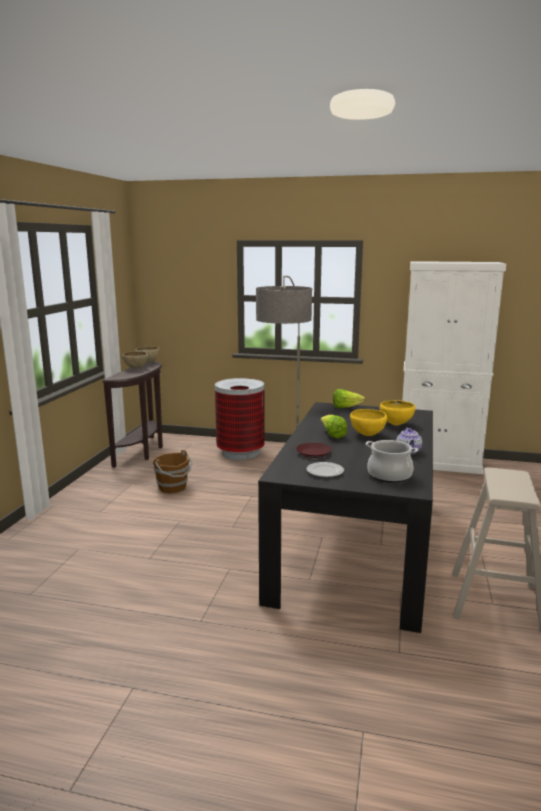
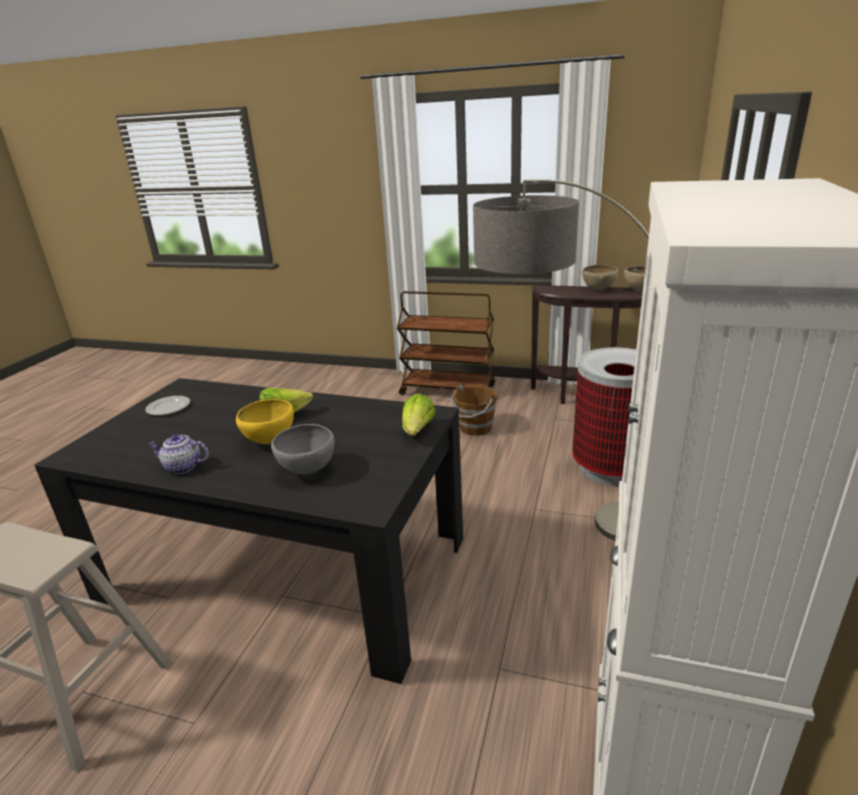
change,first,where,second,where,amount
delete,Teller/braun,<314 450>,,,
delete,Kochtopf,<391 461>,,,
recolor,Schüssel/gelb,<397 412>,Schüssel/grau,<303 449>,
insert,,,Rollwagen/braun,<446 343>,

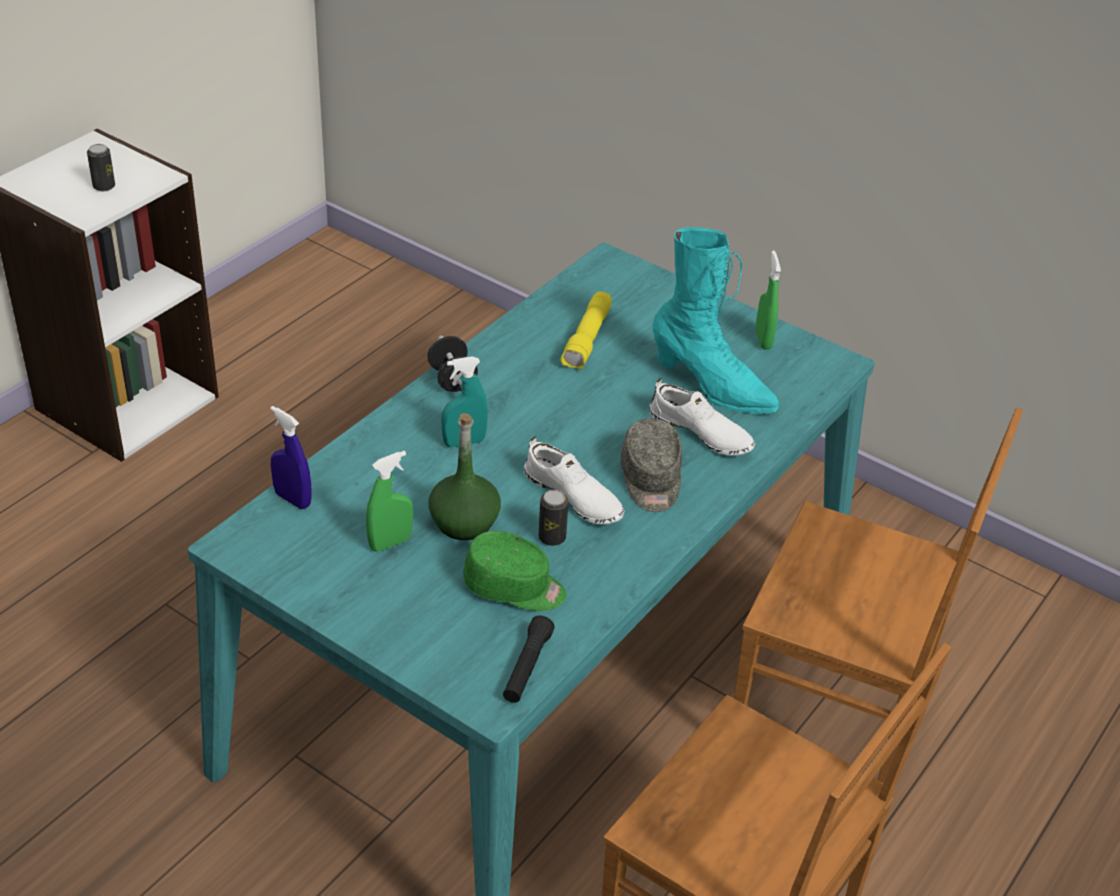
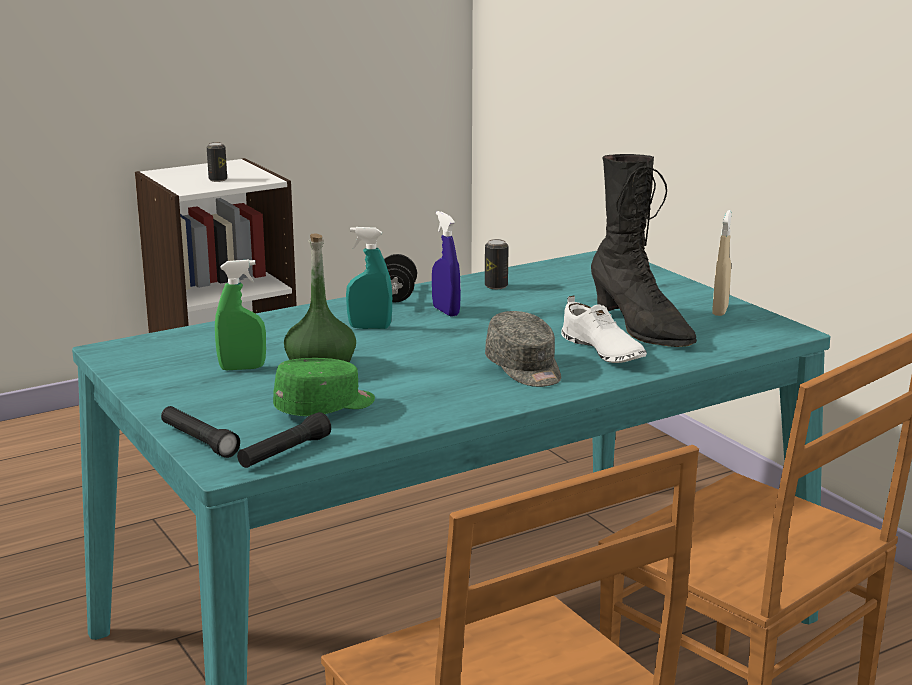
change,first,where,second,where,amount
move,Sprühflasche/blau,<291 457>,,<446 264>,
rotate,Kappe/grün,<514 571>,,<324 387>,75 degrees counterclockwise
delete,Schuh/weiß,<574 480>,,,
move,Dose,<553 518>,,<497 264>,
delete,Taschenlampe/gelb,<586 330>,,,
rotate,Kappe/grau,<651 465>,,<523 349>,45 degrees counterclockwise
recolor,Stiefel/türkis,<715 320>,Stiefel/schwarz,<644 250>,
recolor,Sprühflasche/grün,<768 300>,Sprühflasche/beige,<722 263>,
insert,,,Taschenlampe/schwarz,<200 432>,

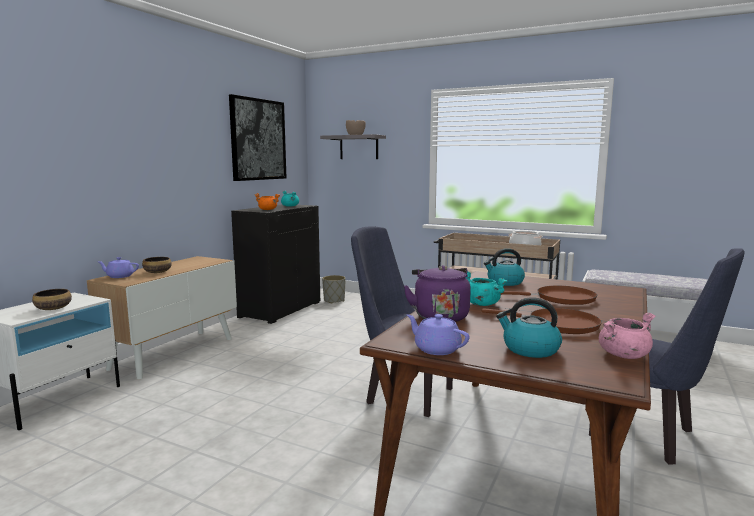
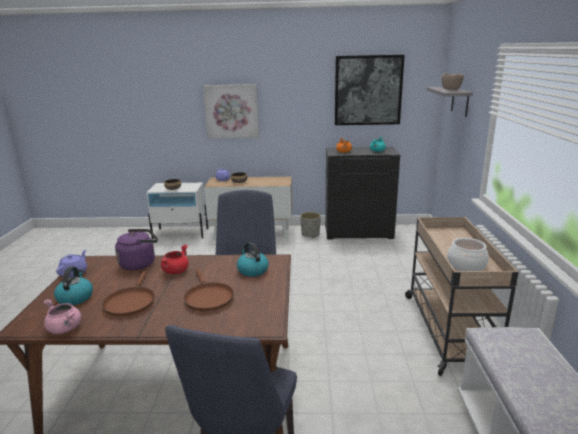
change,first,where,second,where,amount
move,Pflanzkübel/grau,<334 289>,,<310 225>,
recolor,Kochtopf/türkis,<486 288>,Kochtopf/rot,<175 259>,
insert,,,Bild,<231 111>,

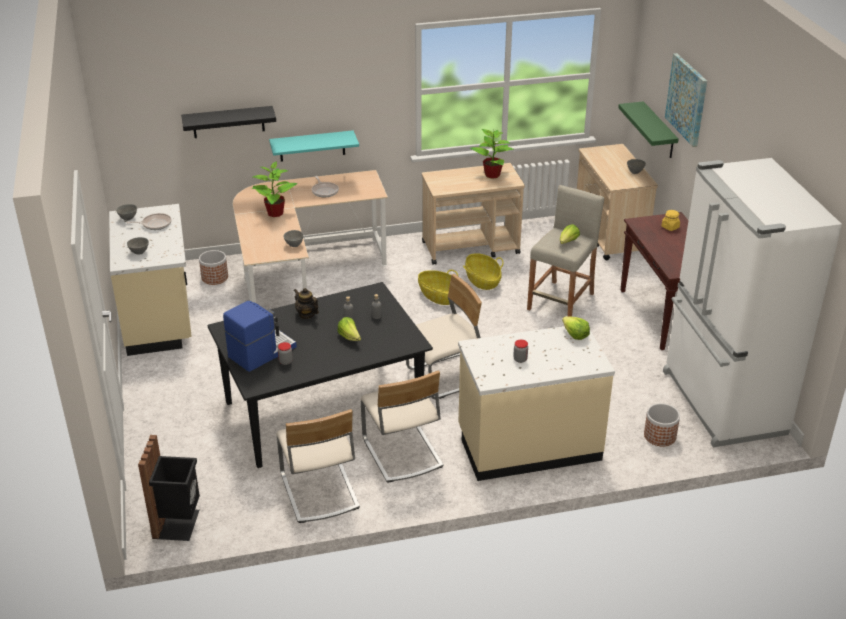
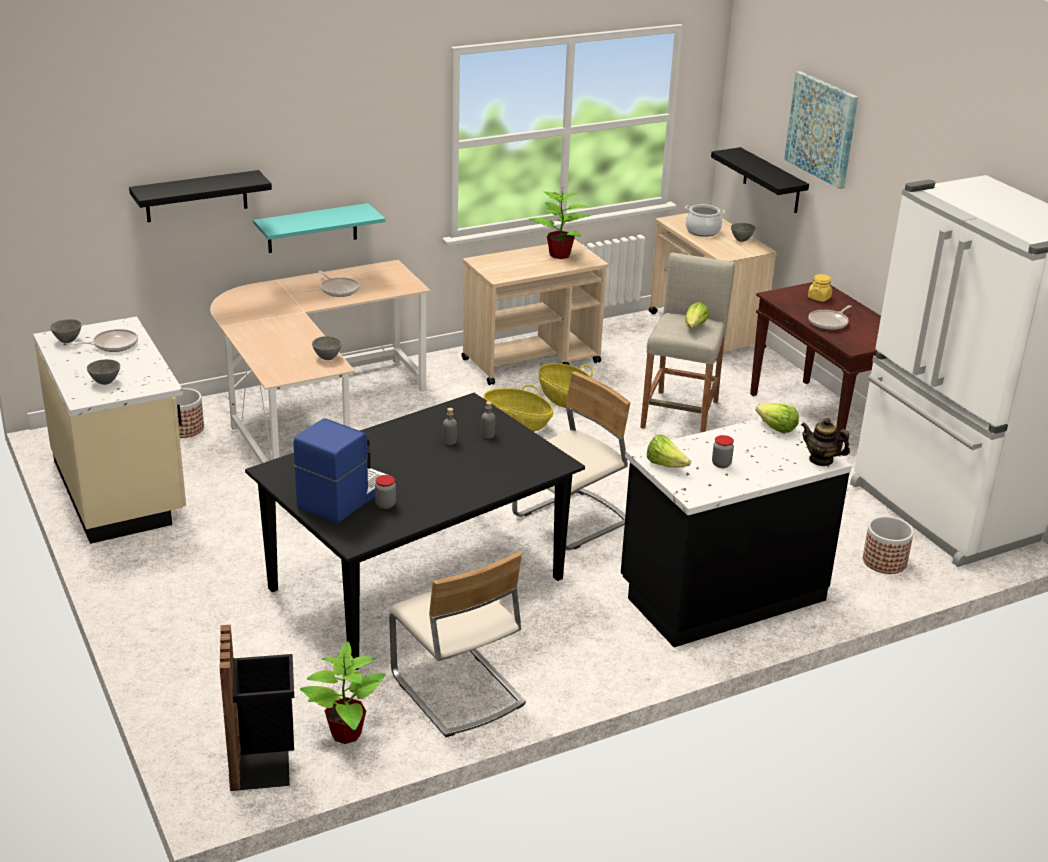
change,first,where,second,where,amount
move,Topfpflanze,<275 189>,,<343 692>,
move,Teekanne,<306 303>,,<825 442>,
move,Salatkopf,<349 329>,,<669 451>,
delete,Stuhl/beige,<402 426>,,,
recolor,Küchenzeile/beige,<536 403>,Küchenzeile/schwarz,<736 532>,
recolor,Wandregal/grün,<648 129>,Wandregal/schwarz,<760 180>,
insert,,,Kochtopf,<705 220>,
insert,,,Pfanne,<830 317>,

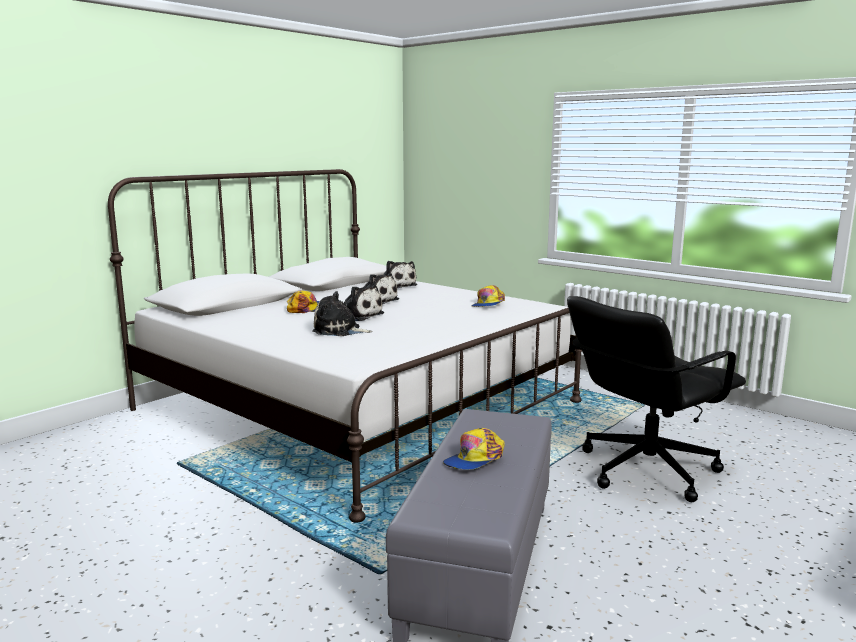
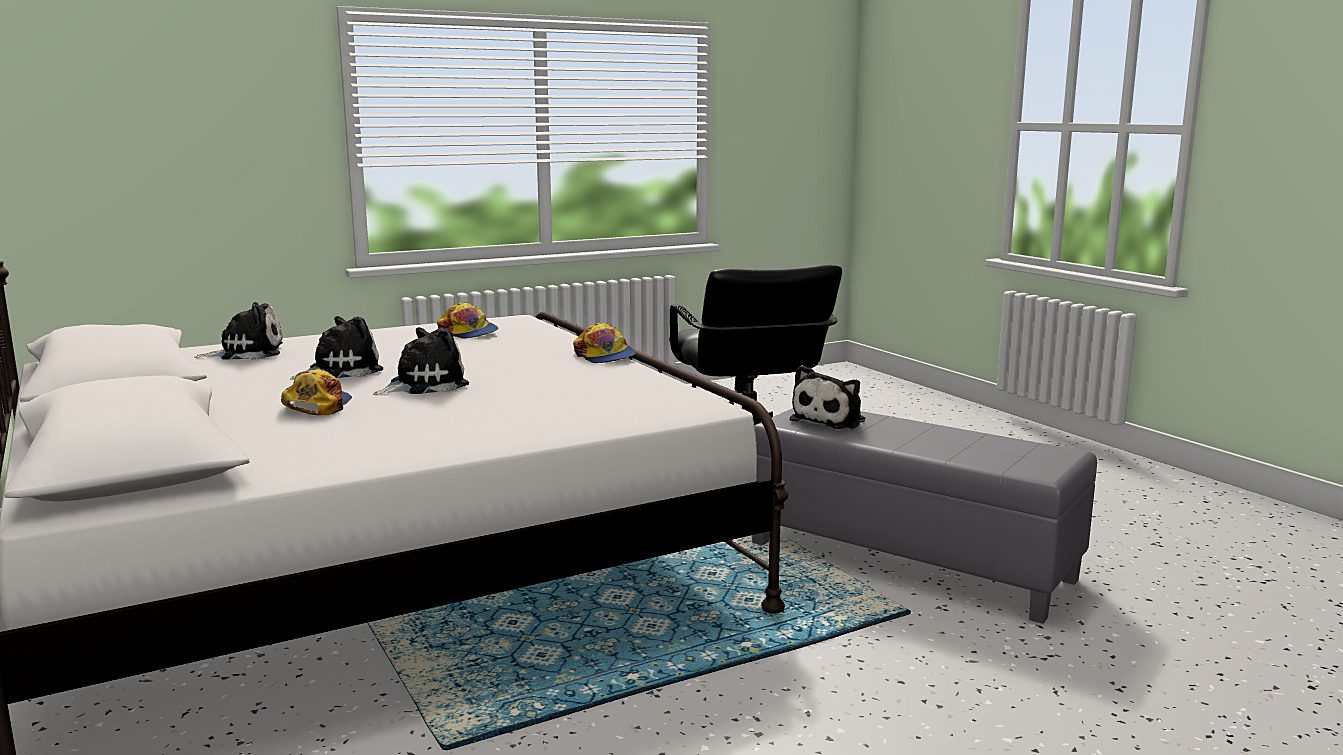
change,first,where,second,where,amount
move,Plüschtier,<342 313>,,<827 397>,
move,Kappe,<474 449>,,<604 343>,

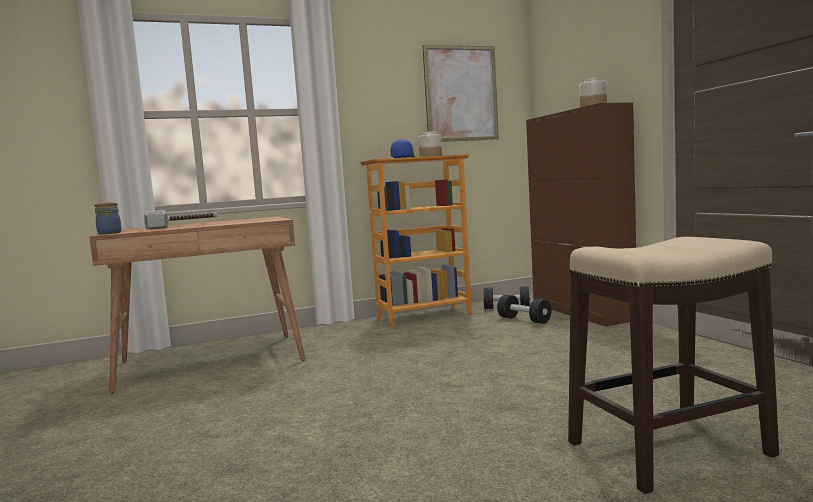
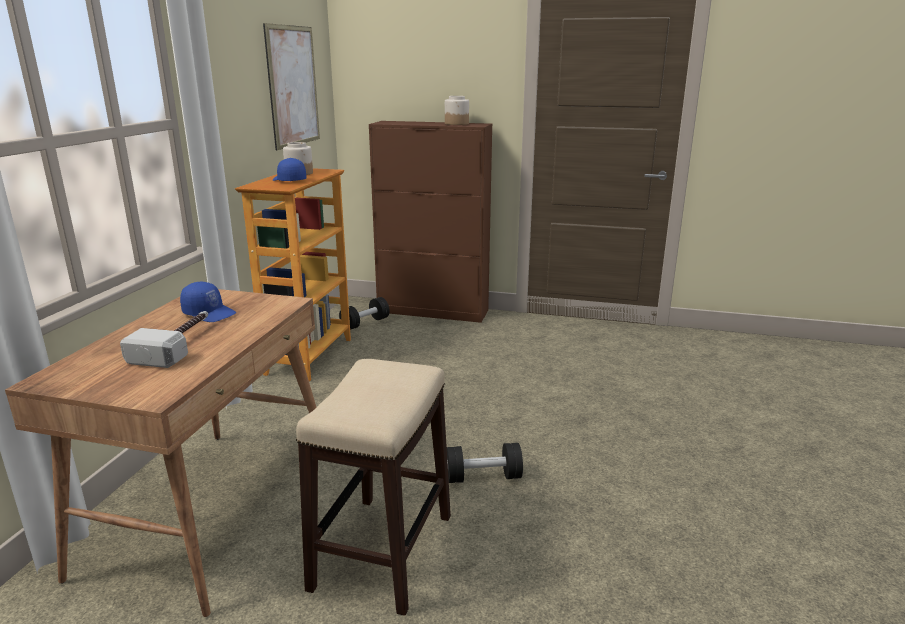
change,first,where,second,where,amount
delete,Vorratsglas,<107 218>,,,
move,Hantel/schwarz,<524 309>,,<485 463>,
move,Hocker,<673 365>,,<373 487>,
insert,,,Kappe/blau,<208 302>,

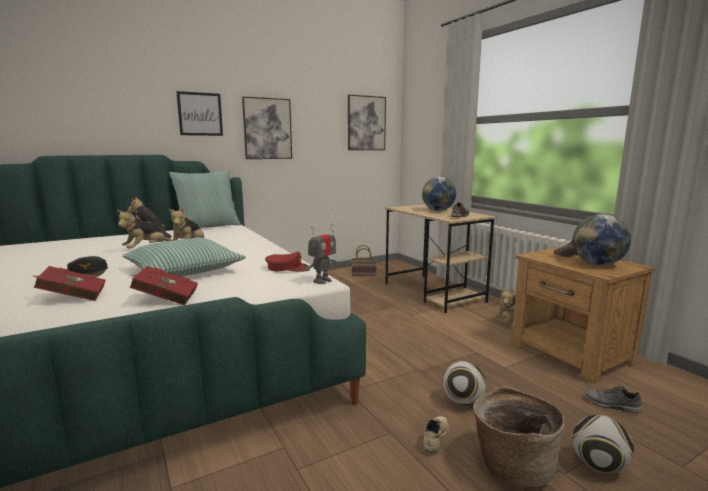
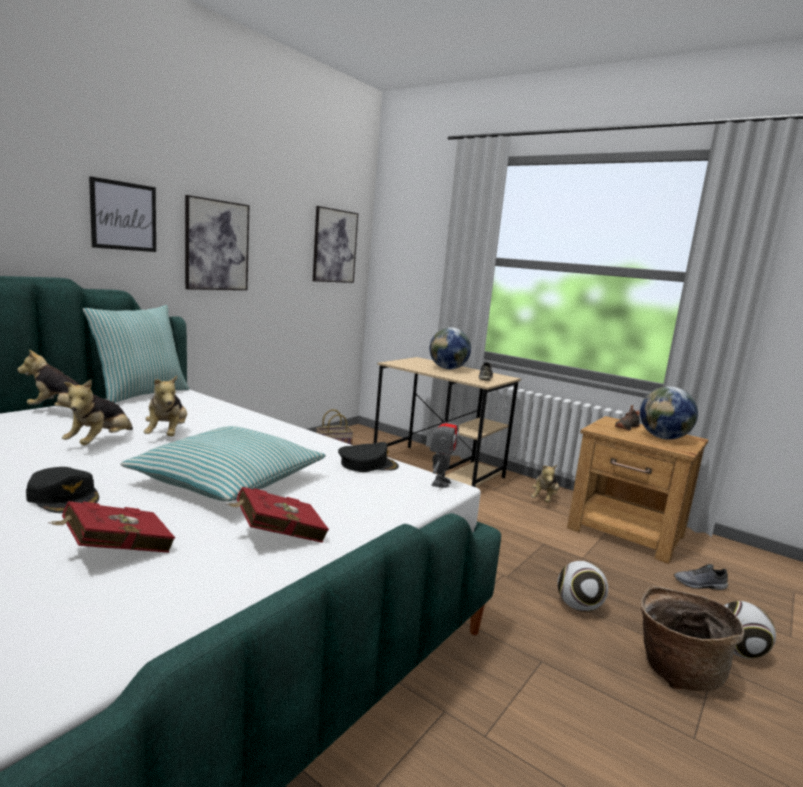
change,first,where,second,where,amount
recolor,Kappe/rot,<287 262>,Kappe/schwarz,<368 457>,
delete,Schuh/beige,<435 434>,,,

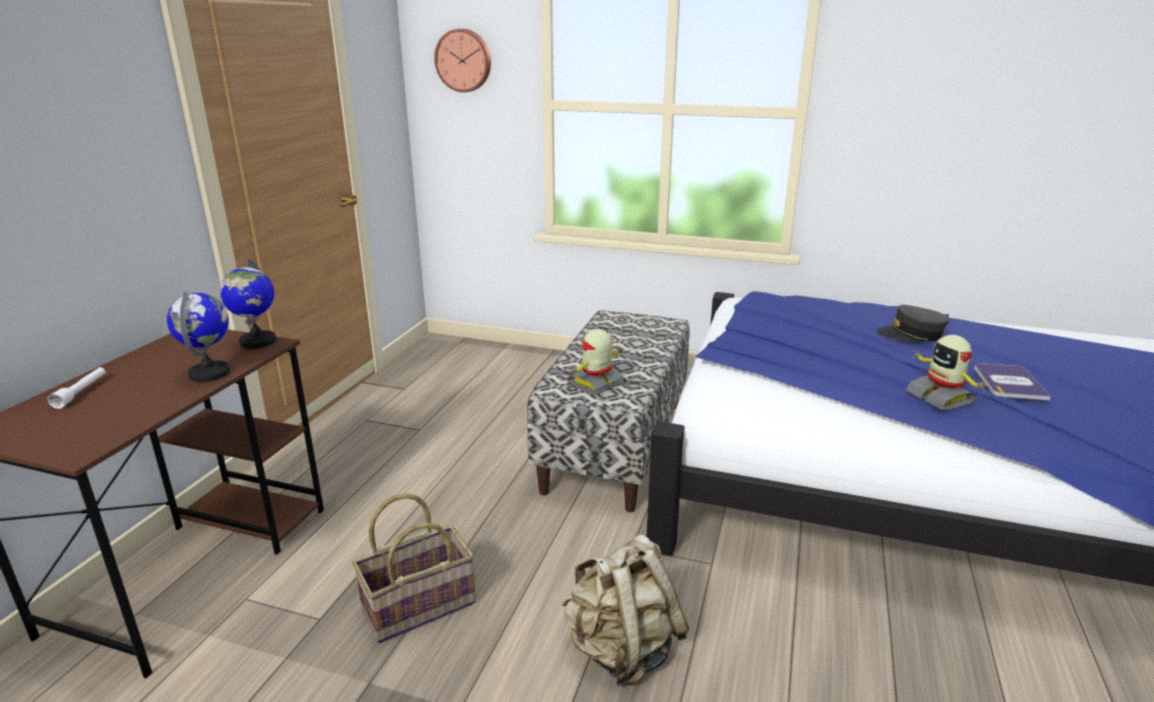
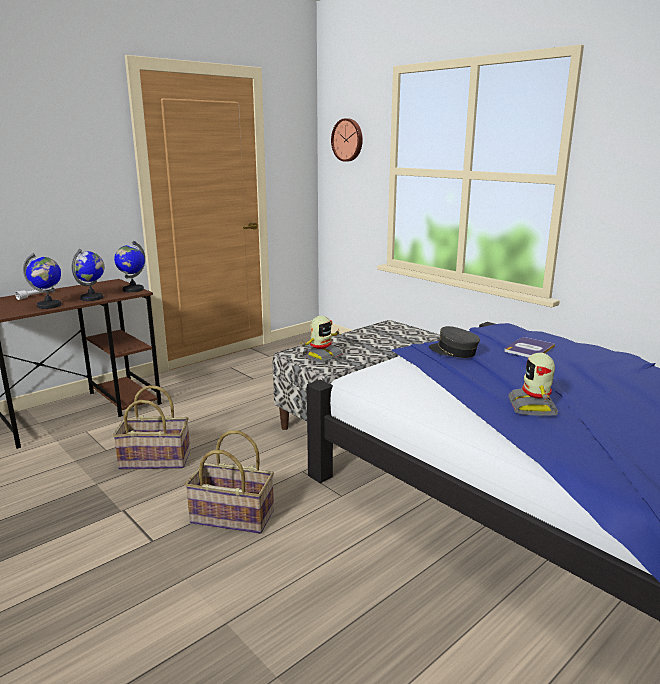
change,first,where,second,where,amount
replace,Rucksack/beige,<625 611>,Korb,<229 482>,
rotate,Spielzeugroboter,<596 362>,,<321 339>,150 degrees clockwise
move,Kappe/grau,<913 323>,,<454 342>,
move,Buch,<1012 382>,,<529 347>,
insert,,,Globus,<42 281>,

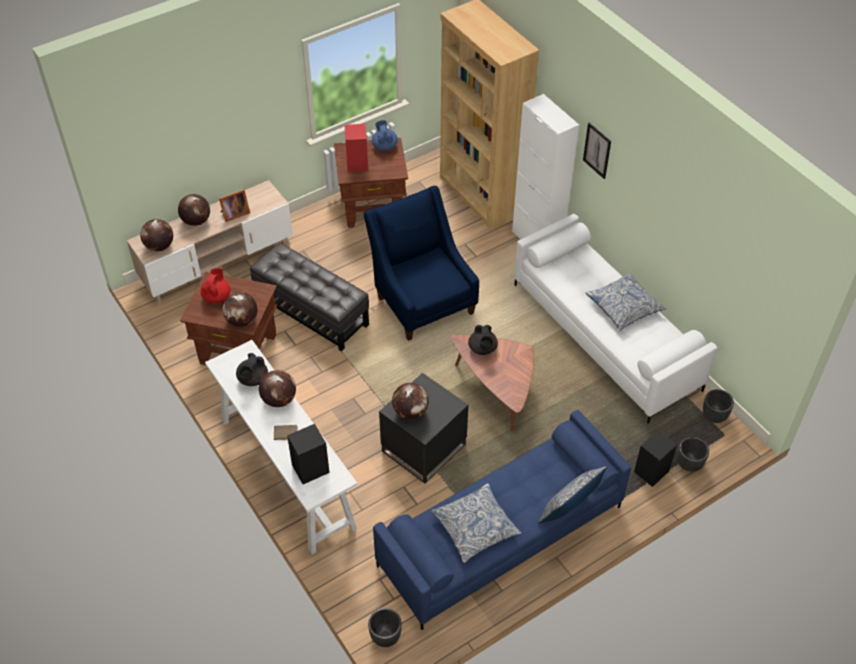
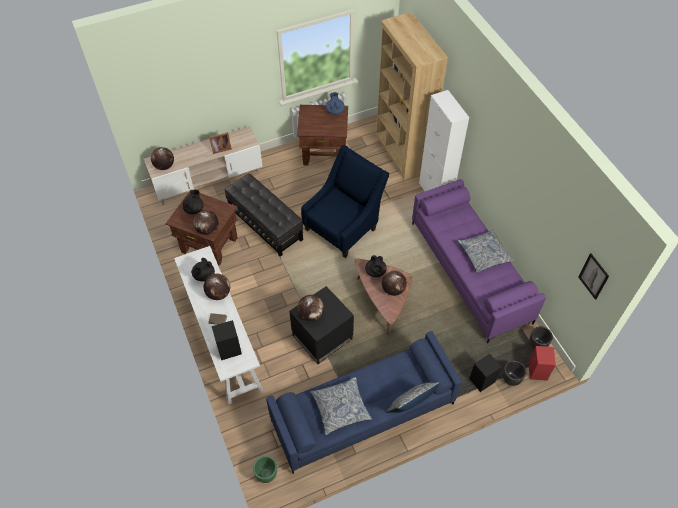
change,first,where,second,where,amount
move,Globus,<194 210>,,<394 283>,
recolor,Teekanne/rot,<215 285>,Teekanne/schwarz,<193 202>,
move,Lautsprecher/rot,<356 148>,,<542 363>,
rotate,Sessel/blau,<421 263>,,<345 201>,60 degrees clockwise
recolor,Pflanzkübel/schwarz,<385 627>,Pflanzkübel/grün,<265 469>,
recolor,Sofa/weiß,<616 319>,Sofa/lila,<479 261>,
move,Bild,<597 151>,,<593 276>,

